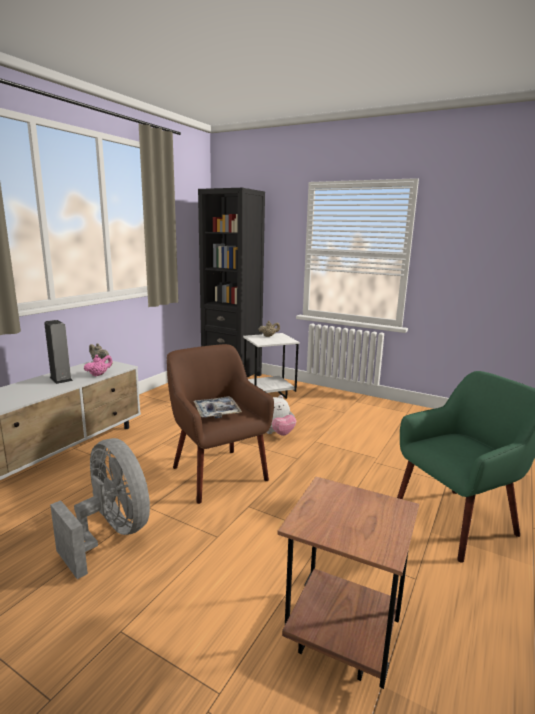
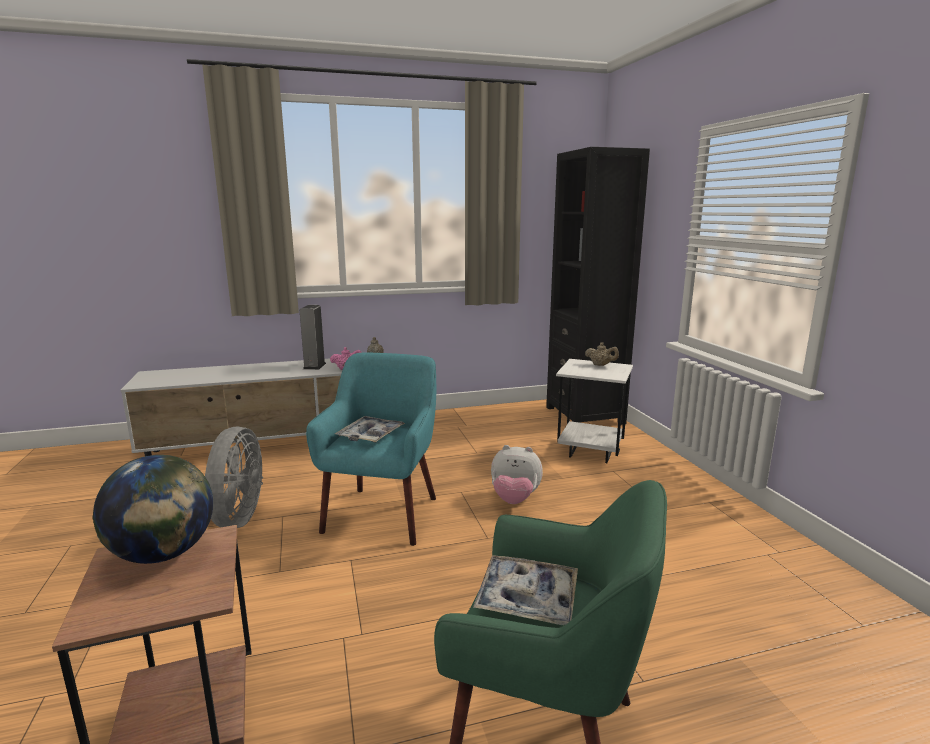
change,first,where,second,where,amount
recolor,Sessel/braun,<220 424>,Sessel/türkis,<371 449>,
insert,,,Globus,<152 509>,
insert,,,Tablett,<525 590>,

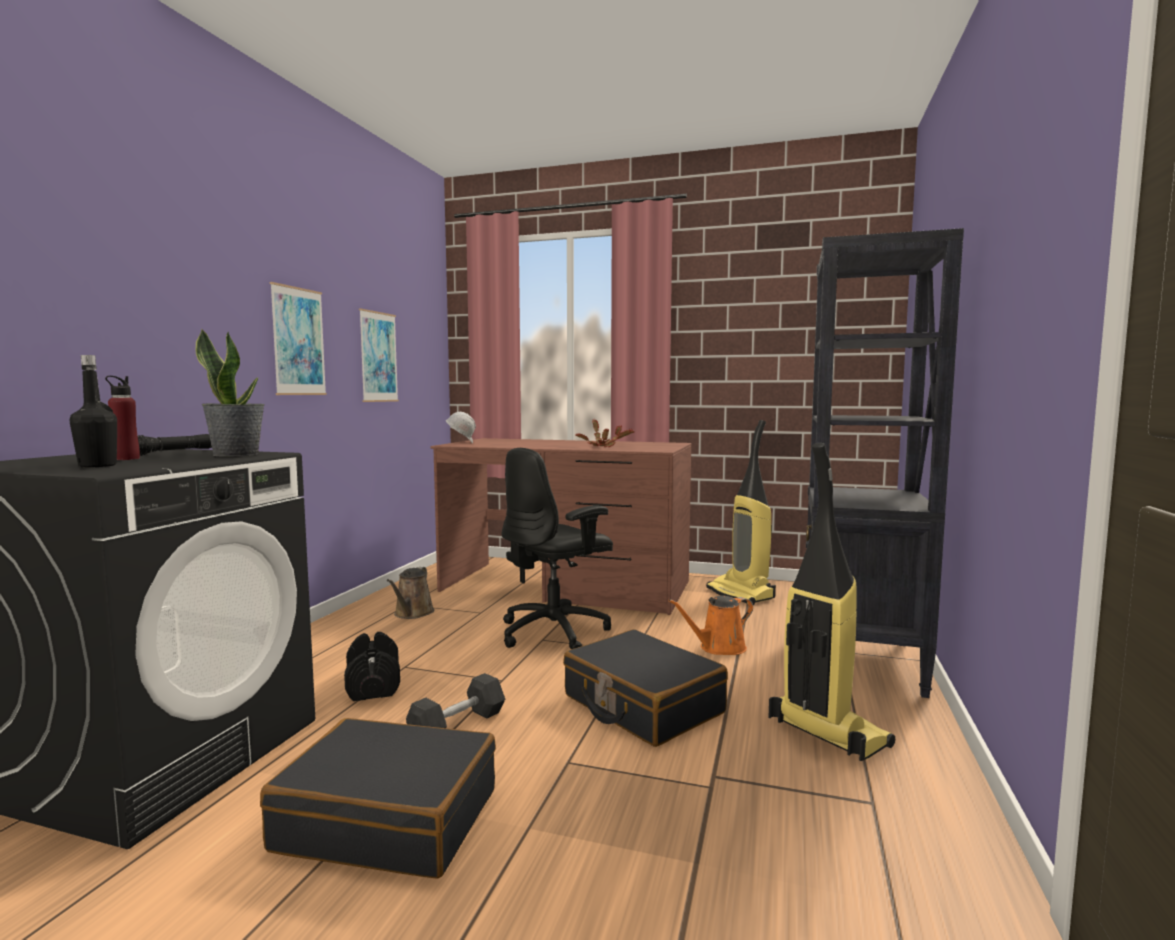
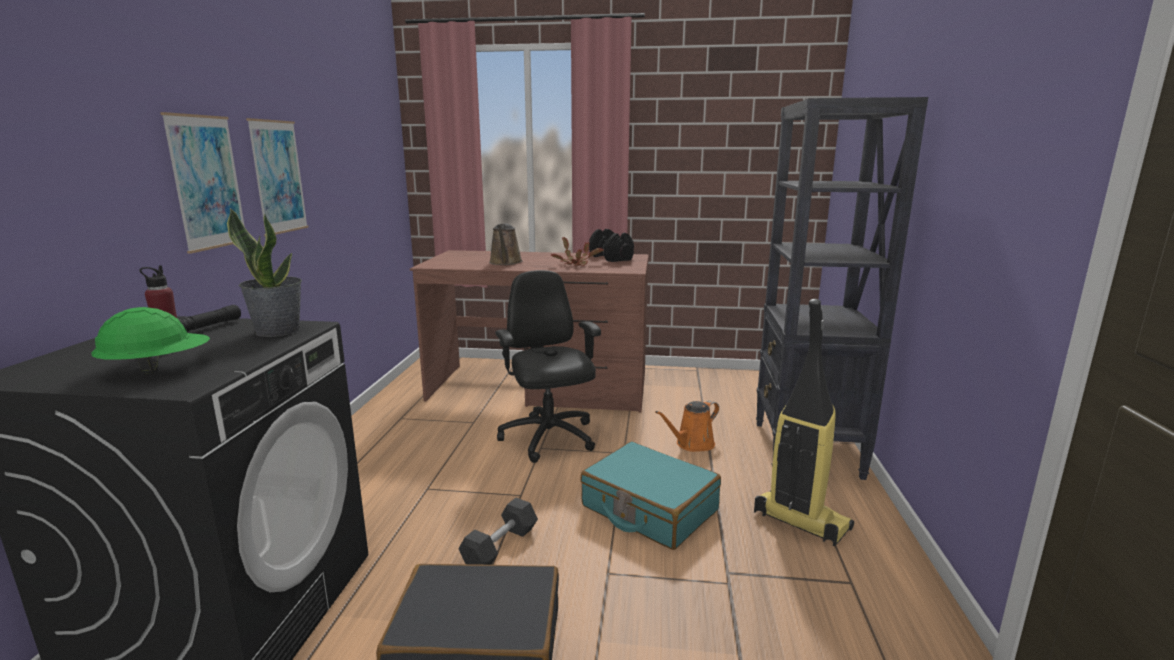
change,first,where,second,where,amount
replace,Flasche/schwarz,<93 411>,Schutzhelm/grün,<151 341>,
move,Hantel/schwarz,<372 666>,,<611 245>,
move,Bild,<379 355>,,<202 183>,
move,Gießkanne/braun,<411 593>,,<506 244>,
delete,Schutzhelm/weiß,<461 427>,,,
rotate,Bürostuhl/schwarz,<557 548>,,<548 366>,120 degrees clockwise
recolor,Koffer/schwarz,<645 688>,Koffer/türkis,<650 495>,
delete,Staubsauger,<741 512>,,,

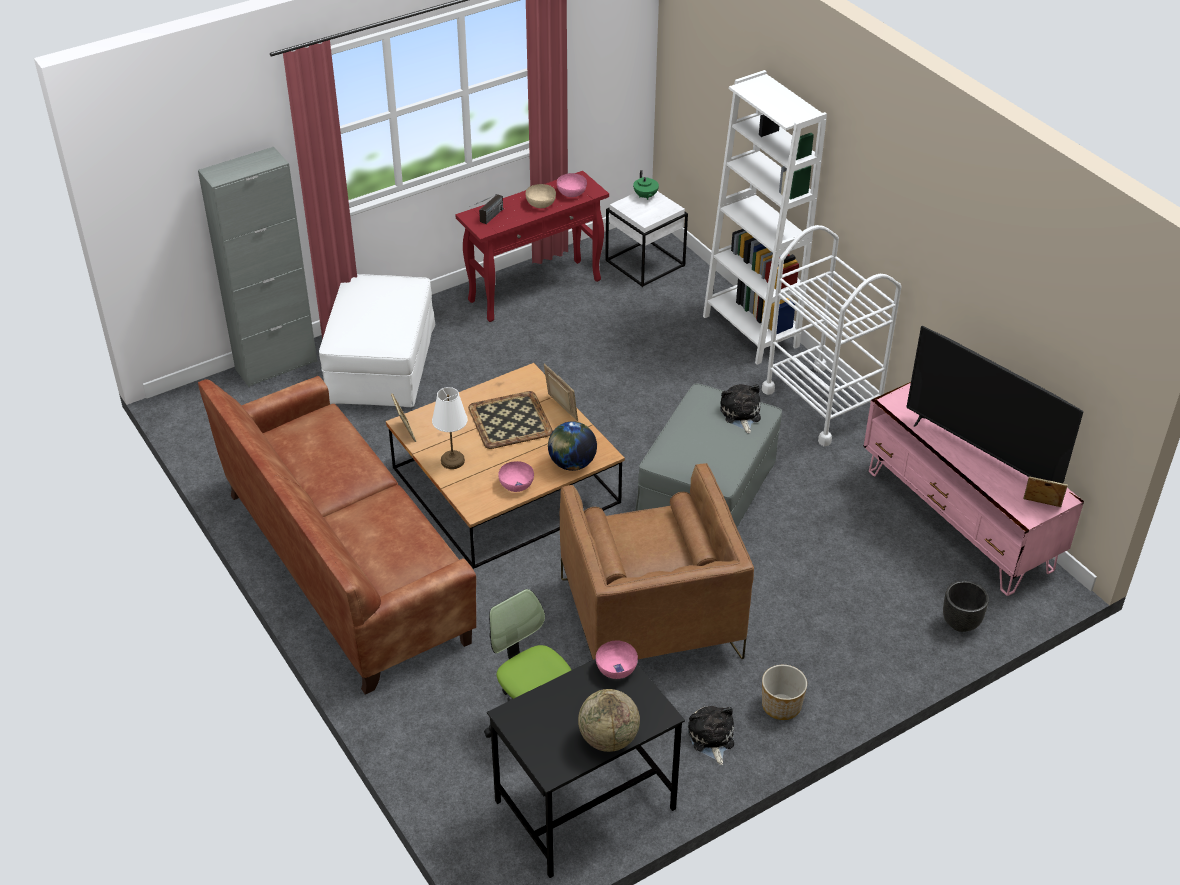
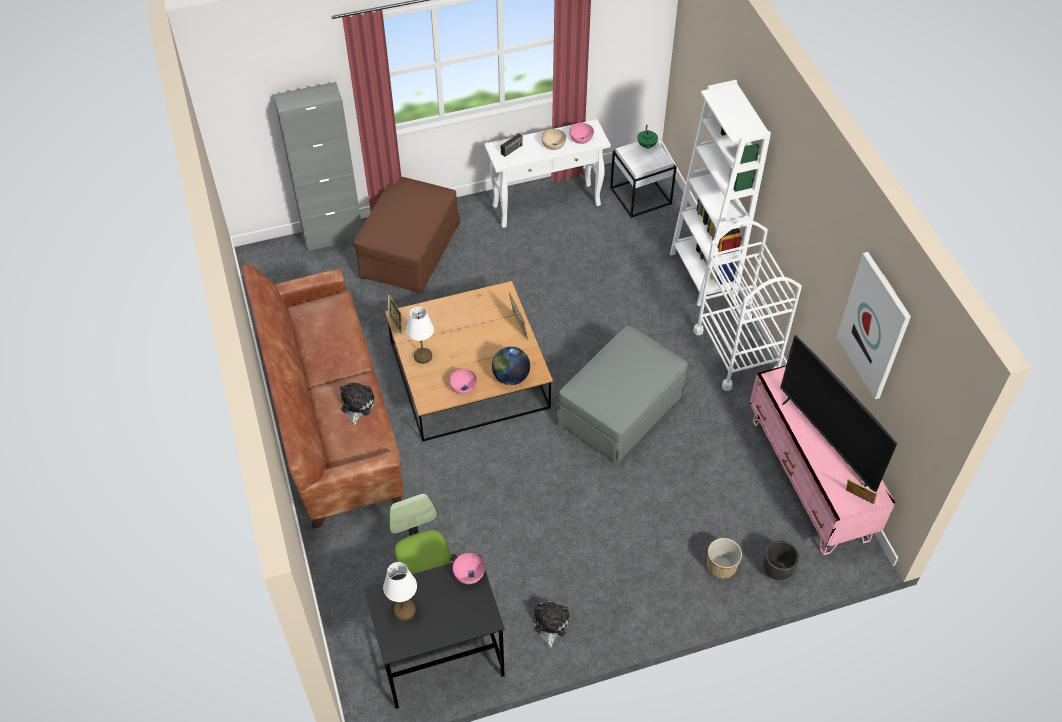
change,first,where,second,where,amount
recolor,Polsterhocker/weiß,<377 340>,Polsterhocker/braun,<407 235>,
recolor,Konsolentisch/rot,<532 246>,Konsolentisch/weiß,<547 173>,
delete,Tablett,<510 420>,,,
delete,Sessel/braun,<657 561>,,,
delete,Globus,<609 720>,,,
move,Plüschtier,<740 408>,,<357 403>,
move,Pflanzkübel,<784 692>,,<724 558>,
insert,,,Tischlampe/weiß,<400 591>,
insert,,,Bild,<874 325>,

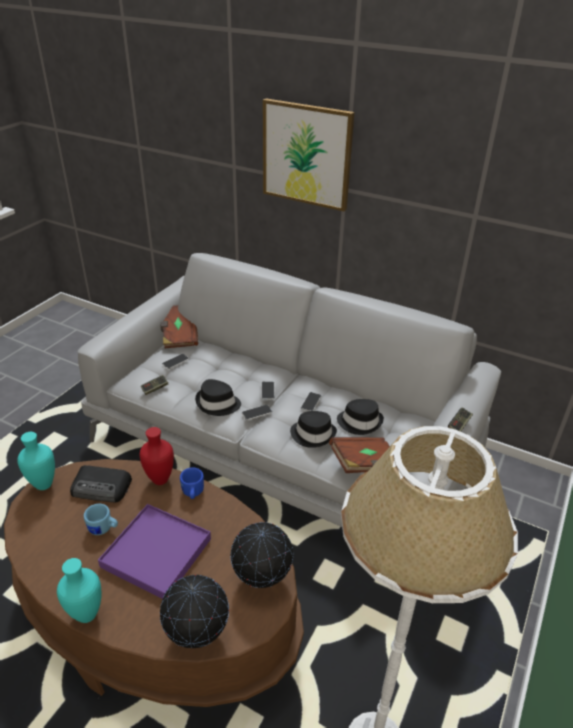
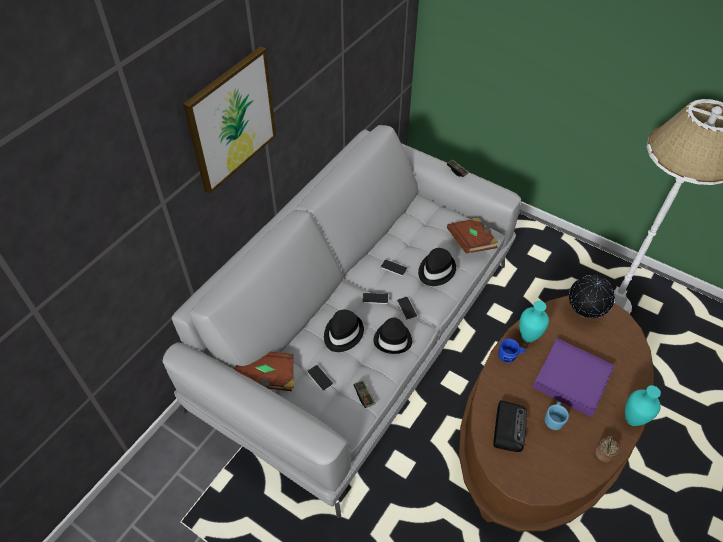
change,first,where,second,where,amount
move,Vase/türkis,<36 461>,,<534 322>,
delete,Vase/rot,<157 456>,,,
delete,Globus,<194 612>,,,
move,Hut/schwarz,<360 417>,,<344 330>,
insert,,,Topfpflanze,<607 449>,

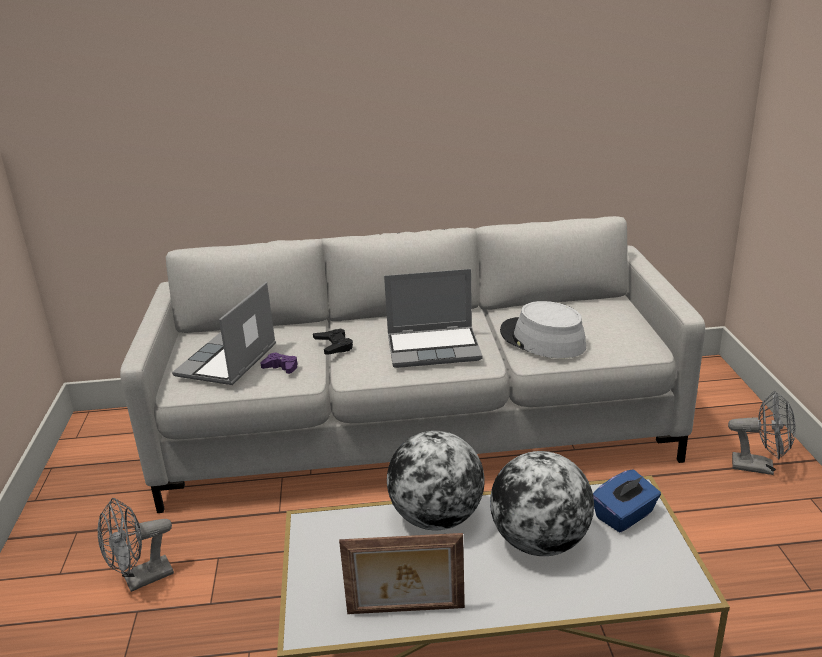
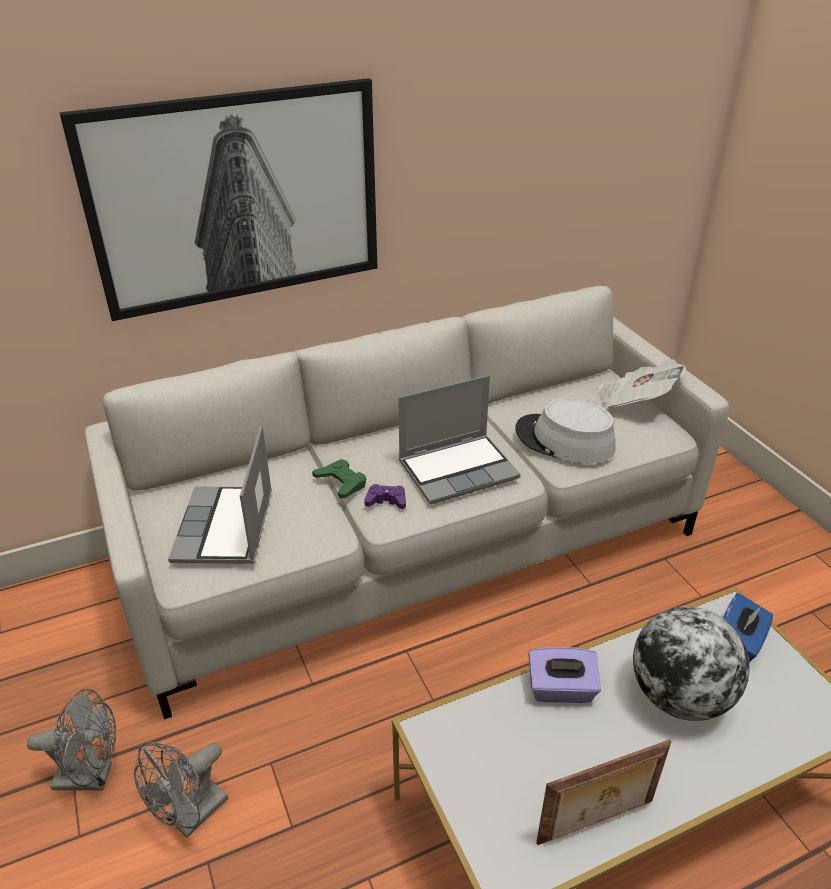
change,first,where,second,where,amount
move,Gamepad/lila,<279 363>,,<385 496>,
recolor,Gamepad/schwarz,<333 341>,Gamepad/grün,<339 479>,
replace,Globus,<436 480>,Taschentuchbox/lila,<564 675>,
move,Ventilator/grau,<761 433>,,<71 739>,
insert,,,Bild,<218 199>,
insert,,,Zeitung,<641 384>,

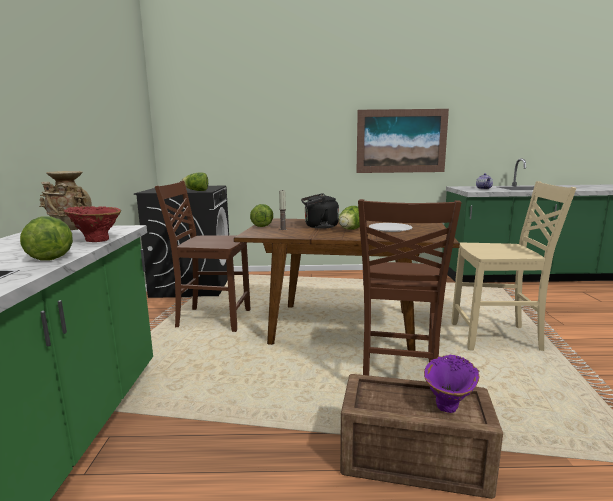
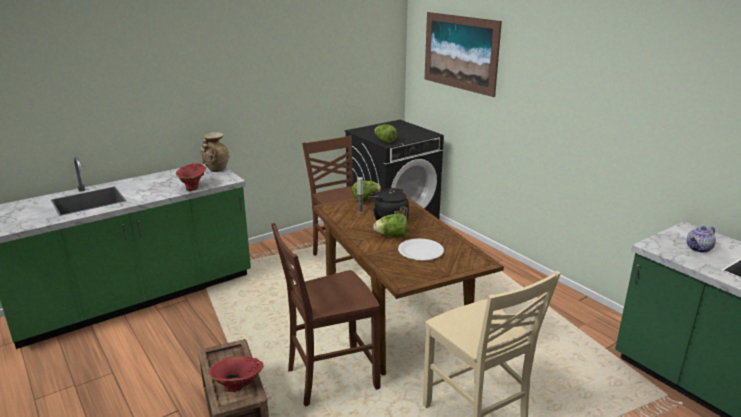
change,first,where,second,where,amount
delete,Salatkopf,<46 238>,,,
move,Bild,<402 141>,,<463 54>,
recolor,Vase/lila,<451 383>,Vase/rot,<236 374>,

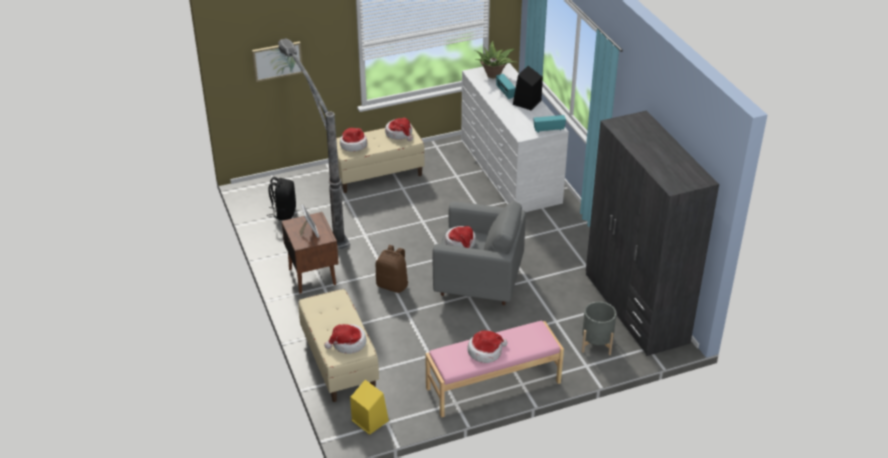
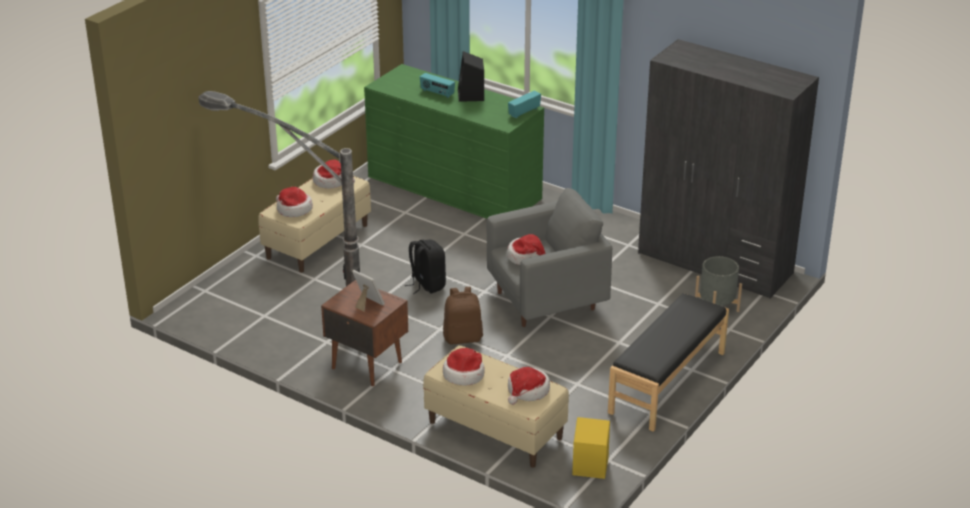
change,first,where,second,where,amount
delete,Bild,<277 62>,,,
move,Rucksack/schwarz,<281 198>,,<425 267>,
recolor,Bank/rosa,<494 369>,Bank/schwarz,<668 362>,
recolor,Kommode/weiß,<515 137>,Kommode/grün,<454 141>,
move,Hut,<487 347>,,<464 367>,
delete,Topfpflanze,<495 60>,,,

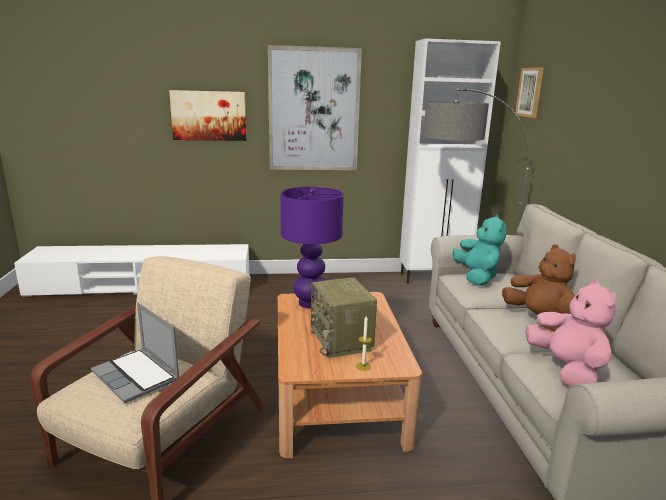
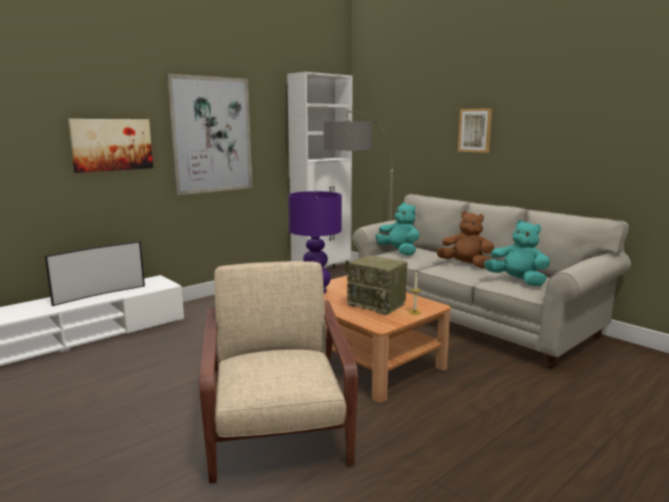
change,first,where,second,where,amount
delete,Laptop,<135 352>,,,
move,Bild,<529 92>,,<475 130>,
recolor,Plüschtier/rosa,<571 333>,Plüschtier/türkis,<517 253>,
insert,,,Fernseher,<95 273>,

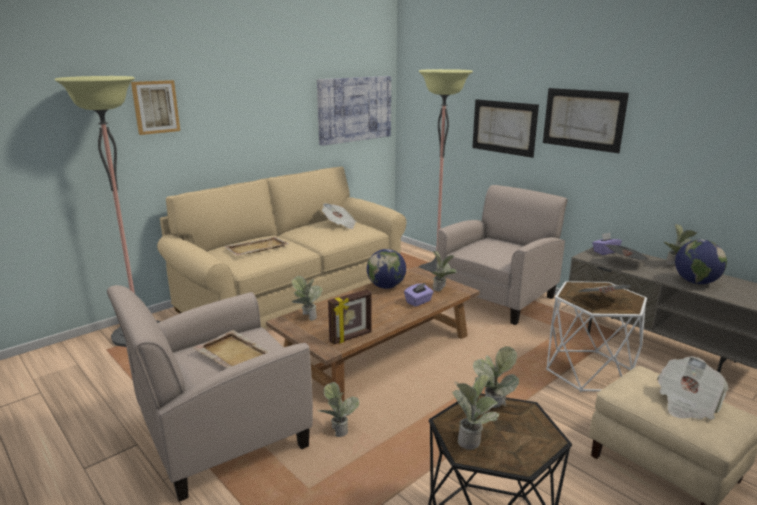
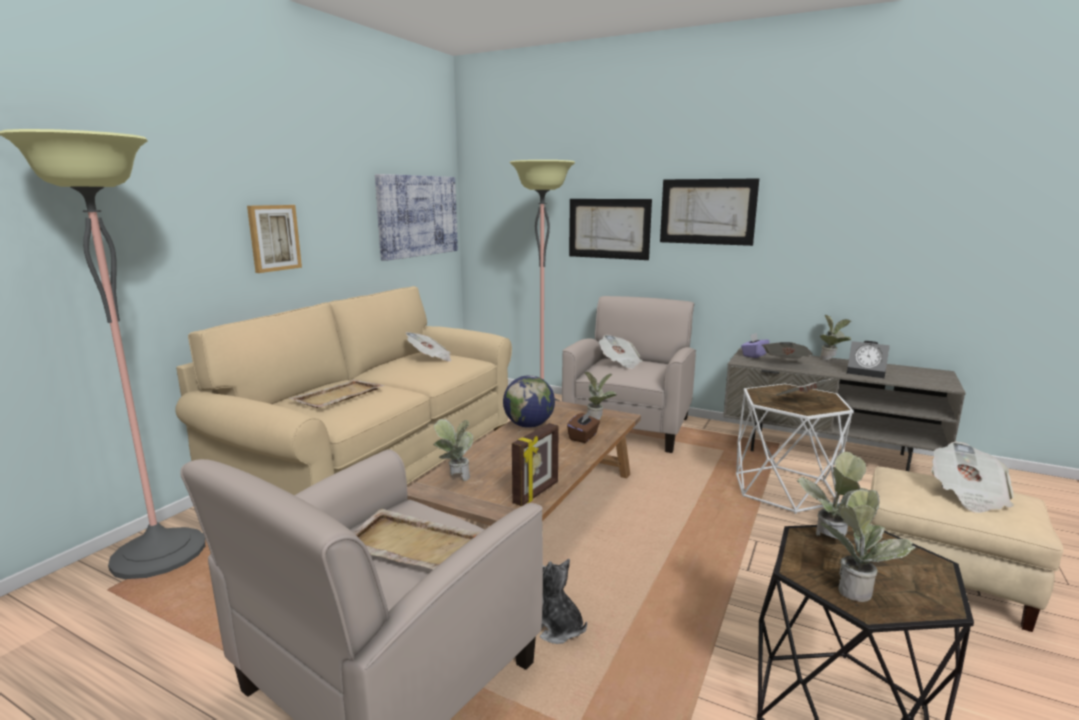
change,first,where,second,where,amount
move,Bild,<155 107>,,<274 239>,
replace,Topfpflanze,<339 409>,Plüschtier,<563 601>,
recolor,Taschentuchbox/lila,<419 295>,Taschentuchbox/braun,<583 427>,
replace,Globus,<701 261>,Wecker,<868 359>,
insert,,,Zeitung,<620 352>,

